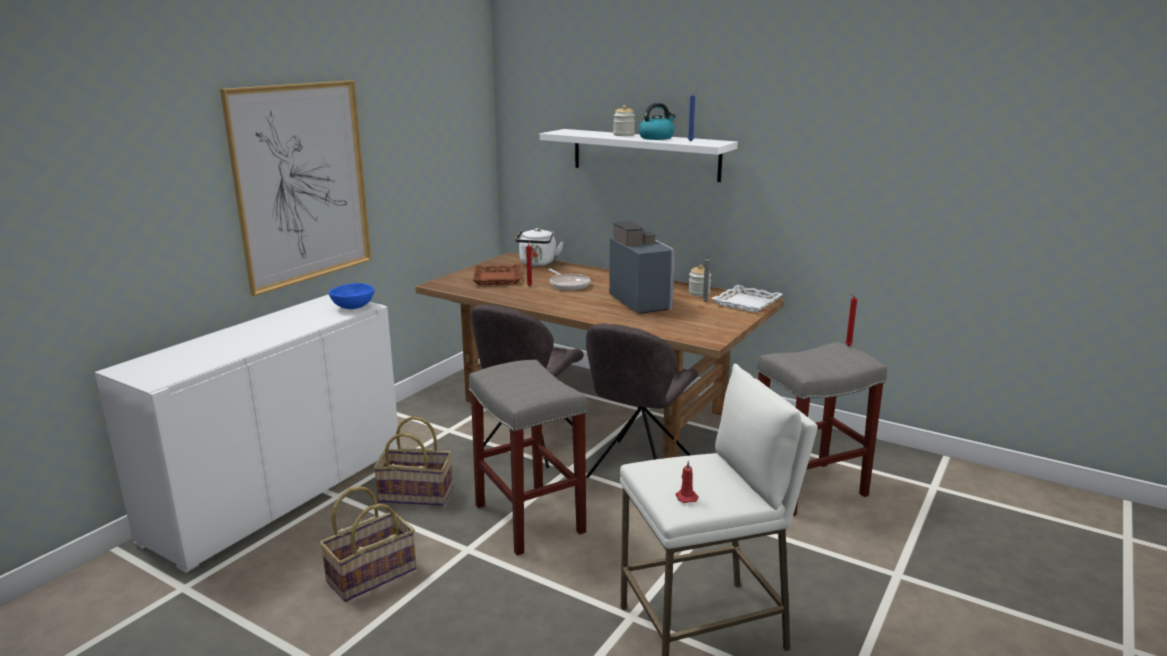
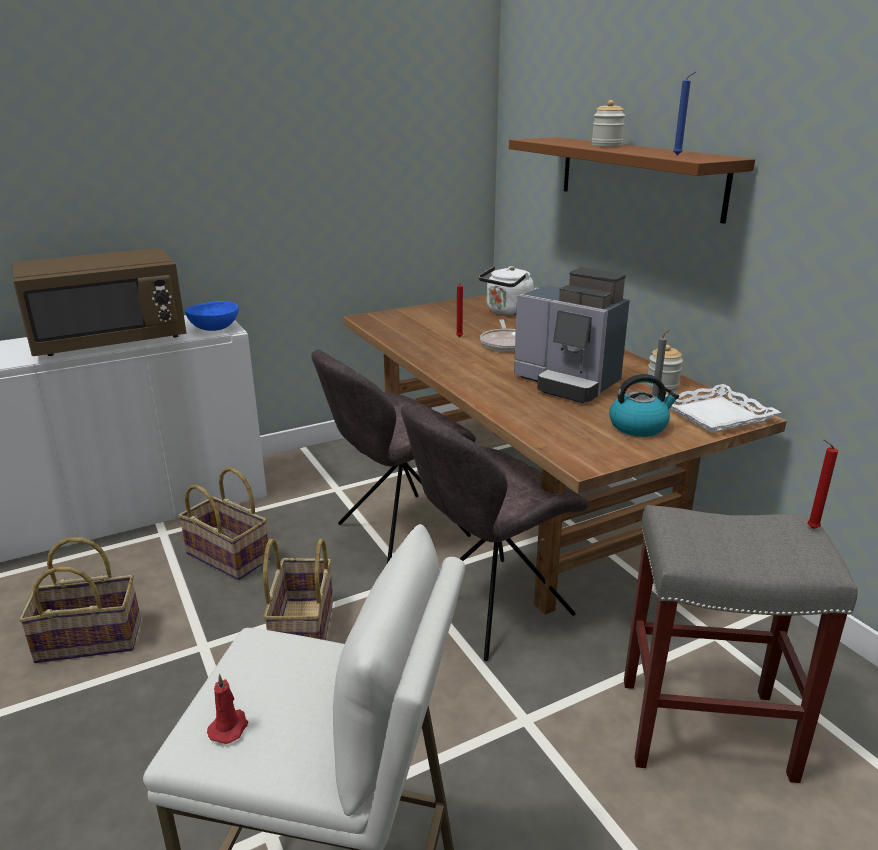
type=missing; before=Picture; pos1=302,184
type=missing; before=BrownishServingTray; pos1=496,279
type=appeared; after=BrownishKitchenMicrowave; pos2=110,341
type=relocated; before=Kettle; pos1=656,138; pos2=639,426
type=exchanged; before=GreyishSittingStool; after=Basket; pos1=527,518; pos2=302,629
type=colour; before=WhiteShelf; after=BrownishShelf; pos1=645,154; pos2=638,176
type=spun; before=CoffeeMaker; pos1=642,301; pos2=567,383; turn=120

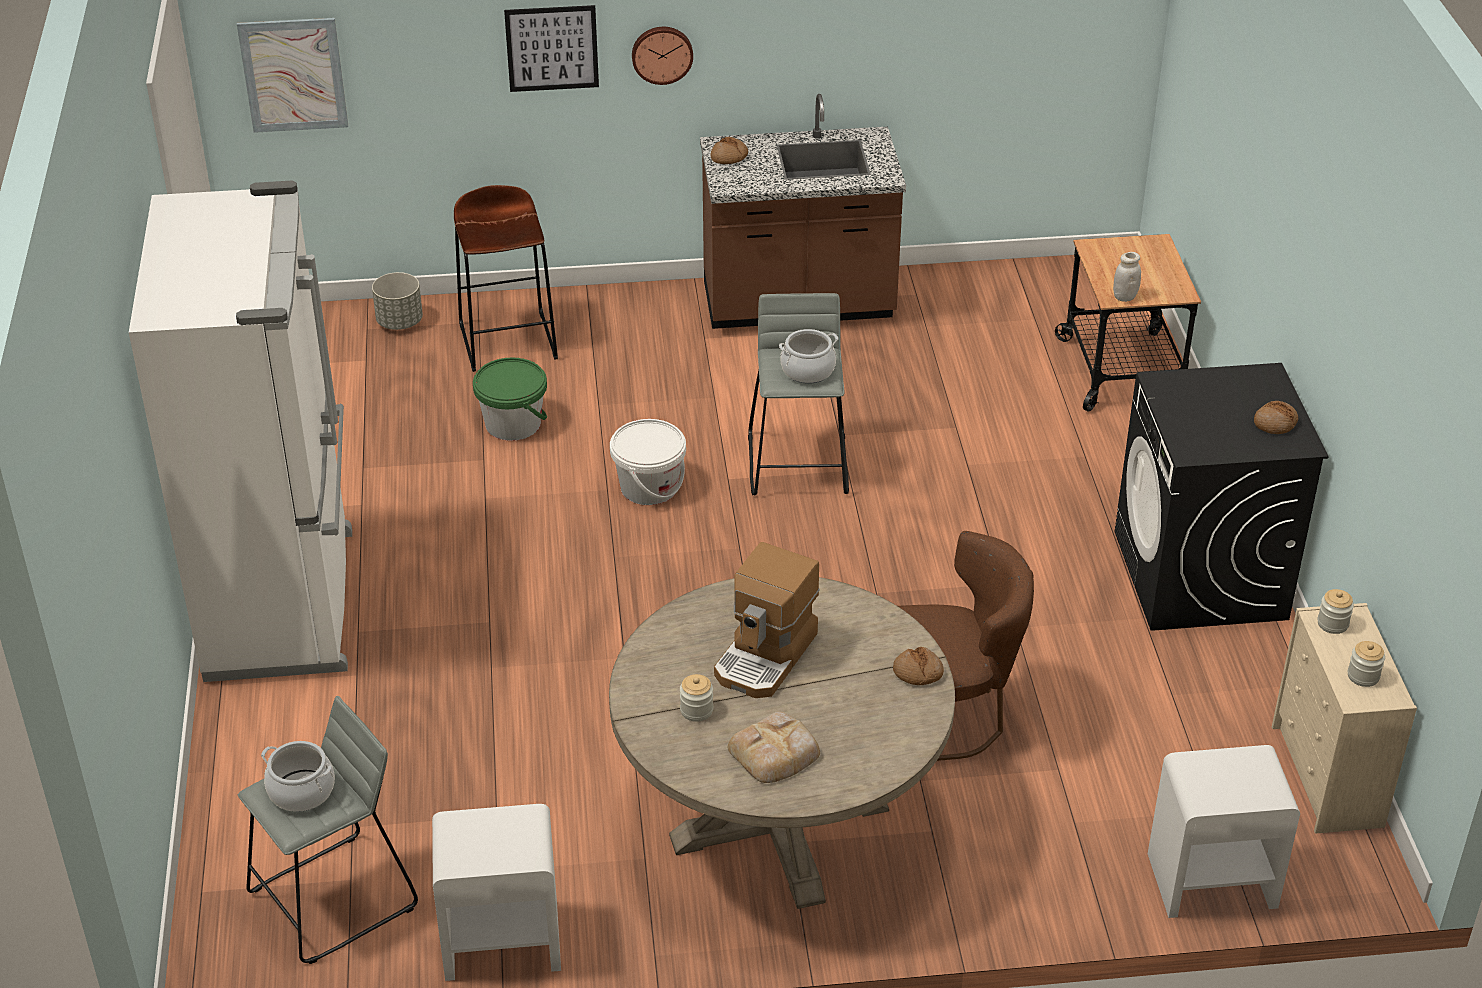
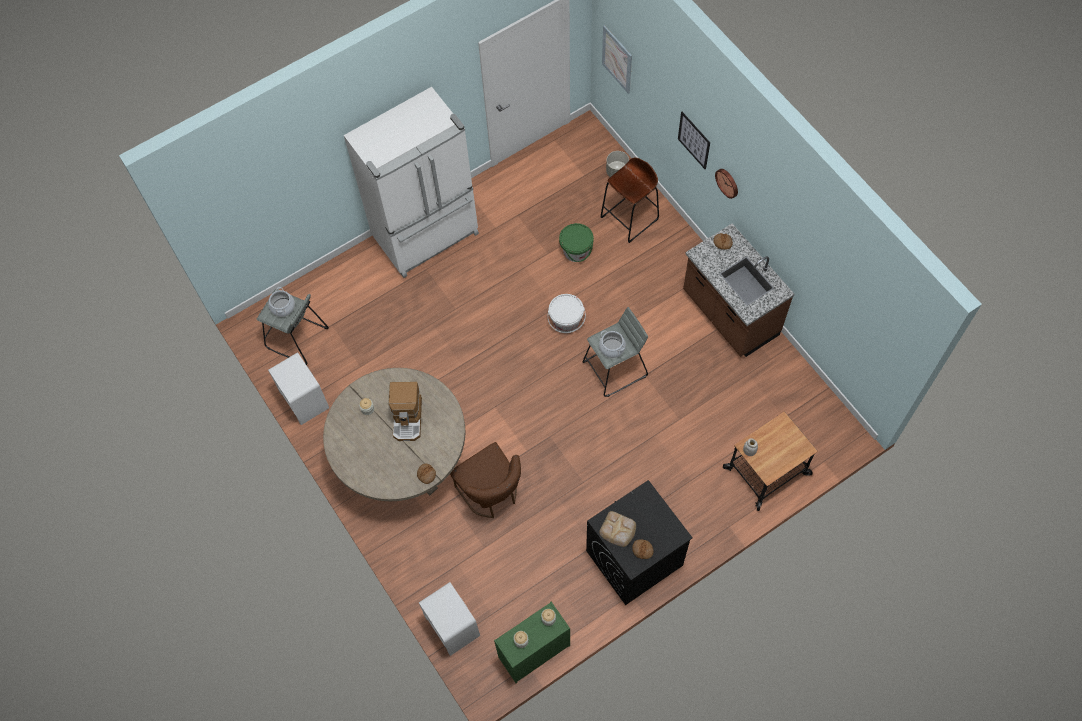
type=relocated; before=BakedBread; pos1=776,752; pos2=618,530
type=colour; before=BeigeChestOfDrawers; after=GreenishChestOfDrawers; pos1=1327,777; pos2=533,652
type=spun; before=CoffeeMaker; pos1=766,656; pos2=408,418; turn=-90

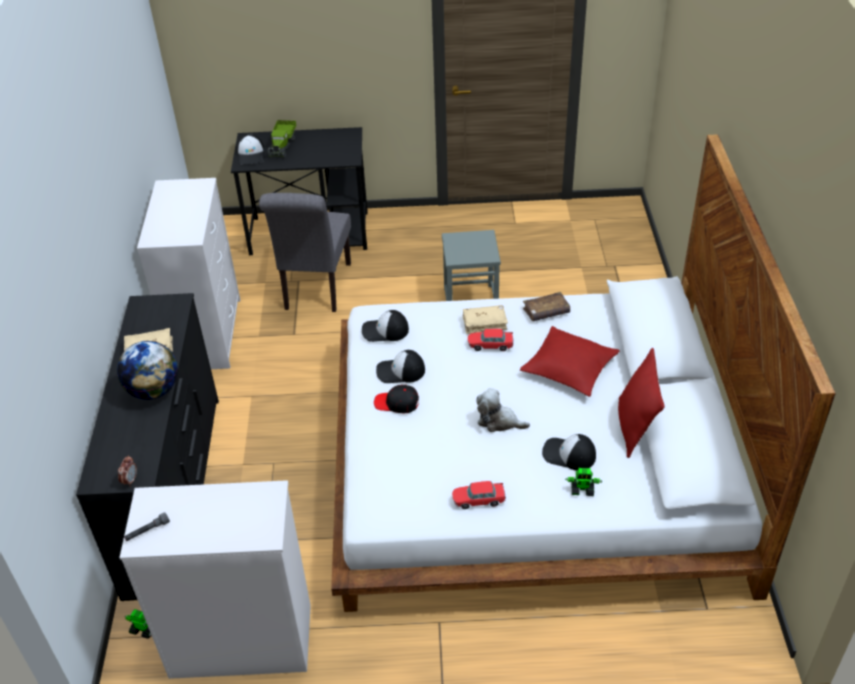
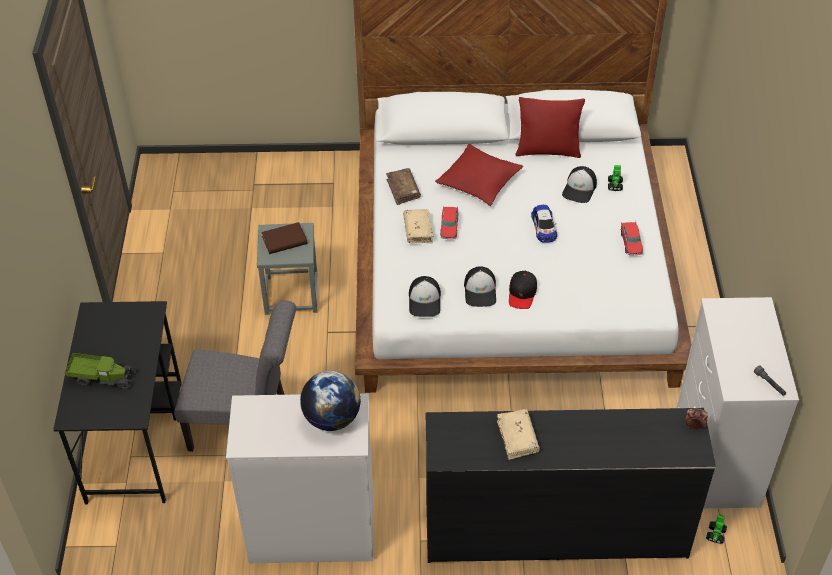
type=missing; before=BaseballCap; pos1=251,155
type=appeared; after=BrownishBoundBook; pos2=284,240
type=relocated; before=WorldGlobe; pos1=153,391; pos2=332,418
type=exchanged; before=PlushToy; after=ToyCar; pos1=499,421; pos2=544,227

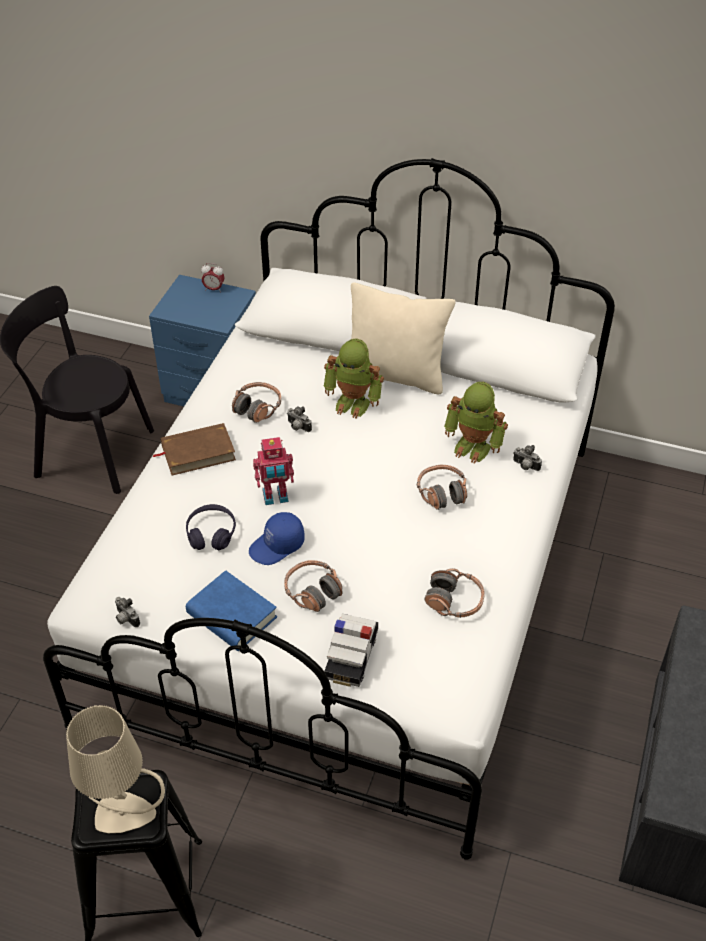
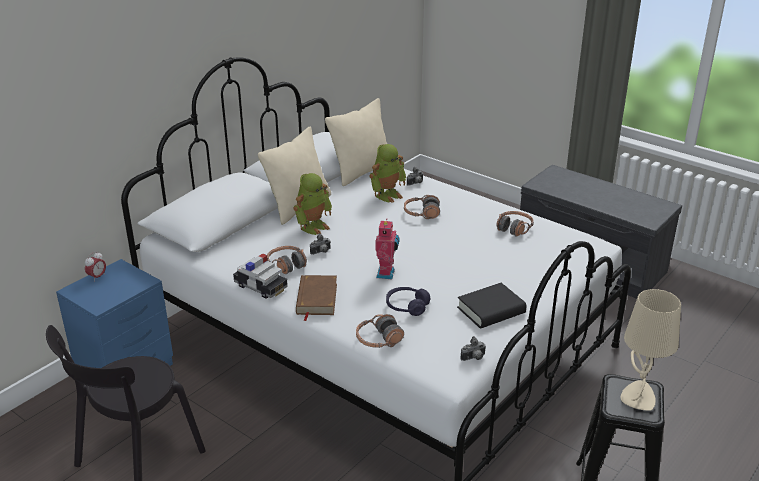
type=missing; before=BlueBaseballCap; pos1=277,546
type=appeared; after=BeigePillow; pos2=362,172
type=relocated; before=Headset; pos1=313,591; pos2=378,340
type=relocated; before=ToyCar; pos1=351,656; pos2=261,286
type=colour; before=BlueBoundBook; after=BlackBoundBook; pos1=232,616; pos2=491,310

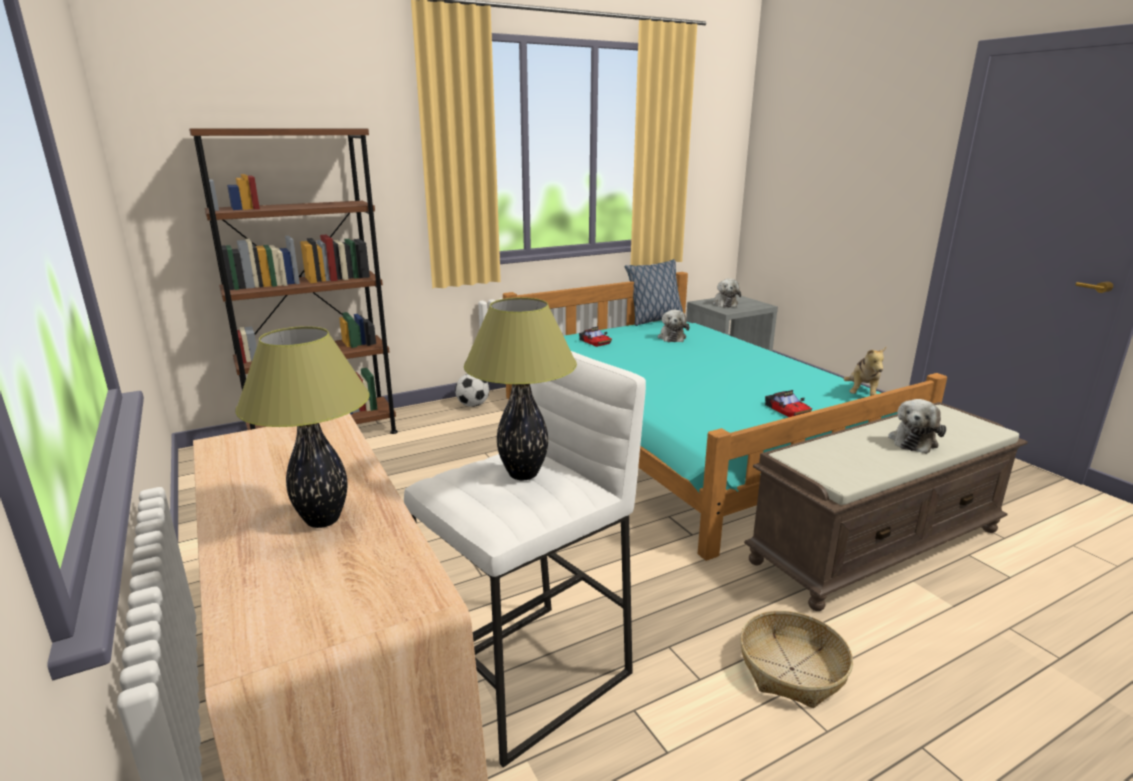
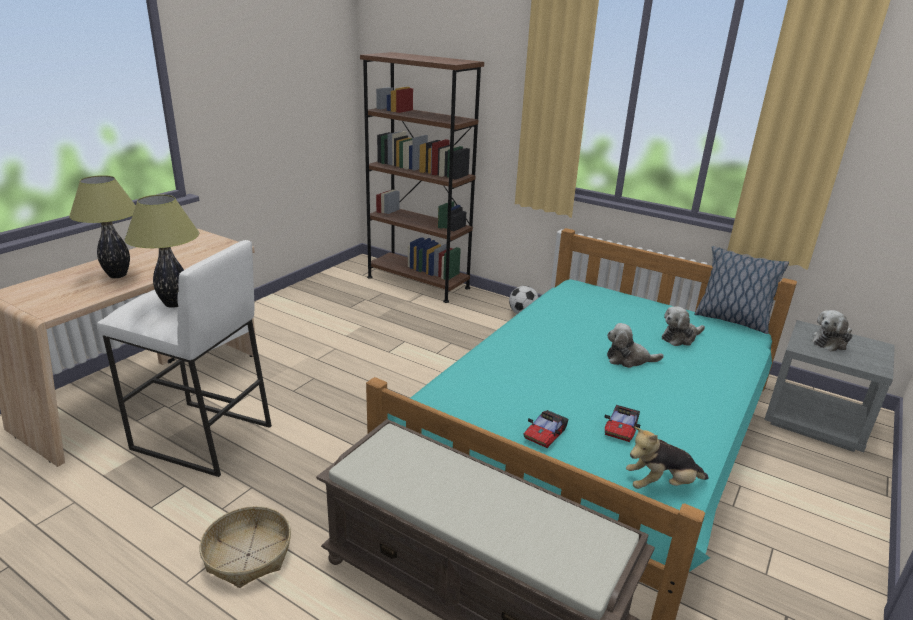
type=relocated; before=ToyCar; pos1=595,342; pos2=621,428
type=relocated; before=PlushToy; pos1=913,440; pos2=628,359

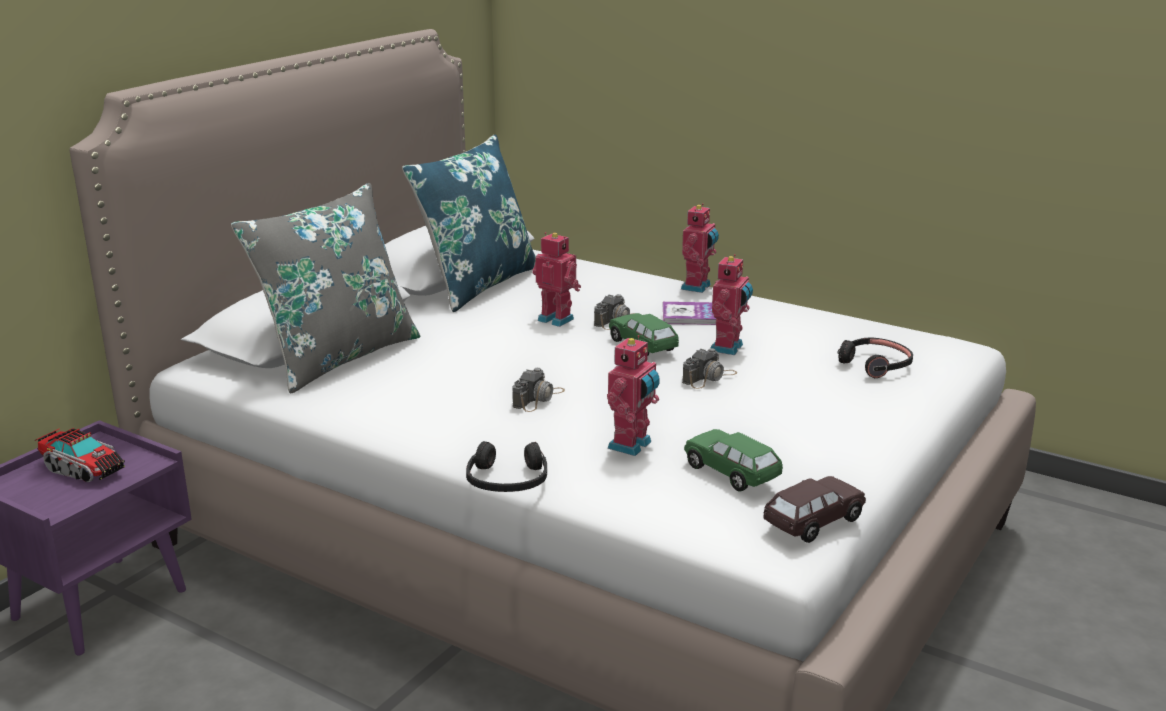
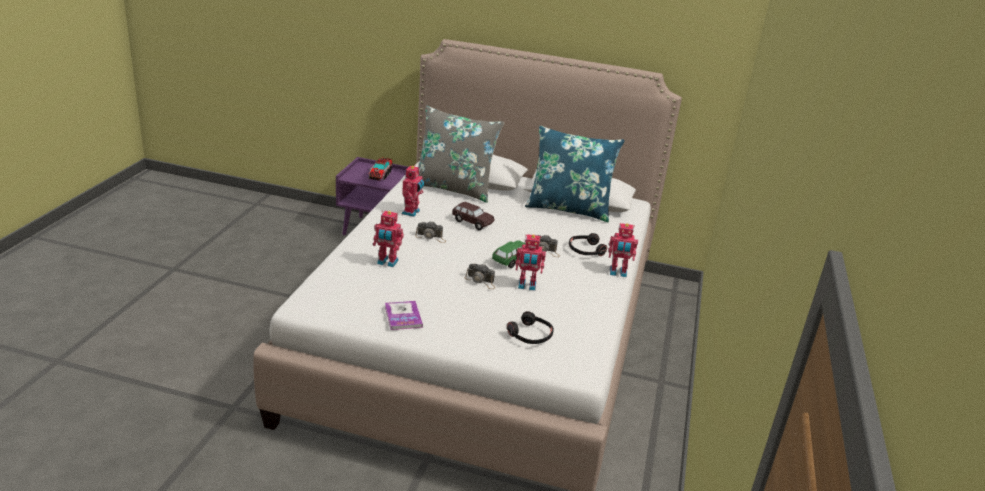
type=missing; before=GreenishToyCar; pos1=731,473
type=relocated; before=BlackHeadset; pos1=507,480; pos2=586,250
type=relocated; before=ToyRobot; pos1=557,319; pos2=412,212
type=relocated; before=BoundBook; pos1=693,316; pos2=403,316
type=relocated; before=BrownishToyCar; pos1=813,522; pos2=472,222

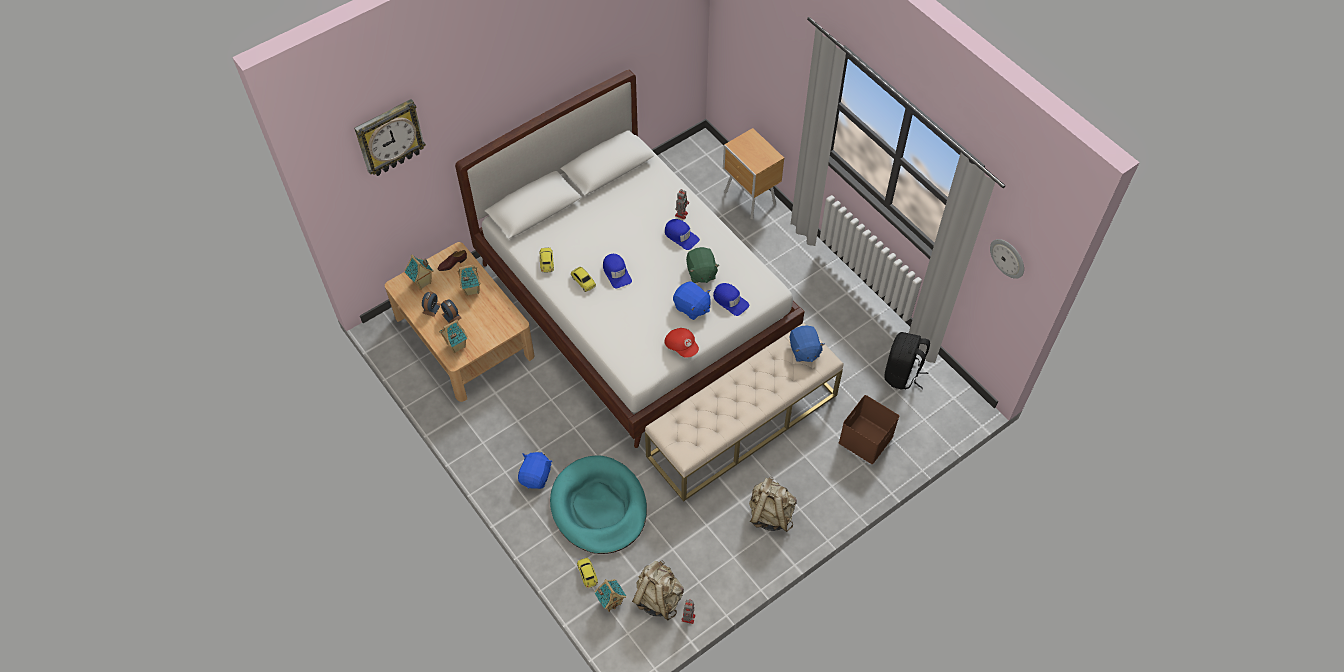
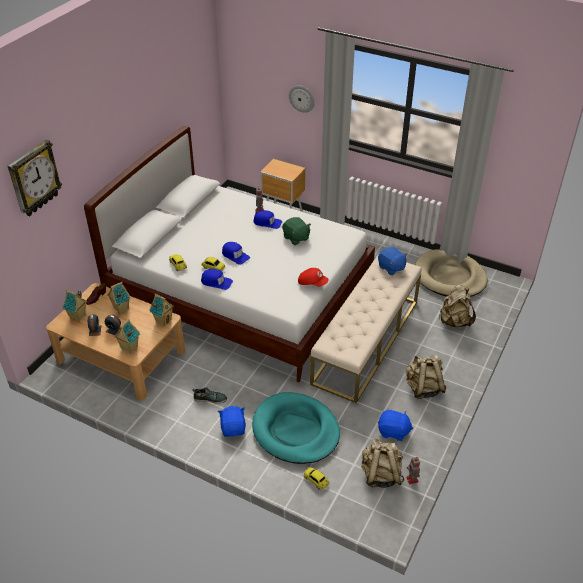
type=appeared; after=LowShoe; pos2=210,398
type=relocated; before=ToyHouse; pos1=611,601; pos2=163,320
type=relocated; before=BluePlushToy; pos1=691,307; pos2=393,431
type=relocated; before=BlueBaseballCap; pos1=730,301; pos2=216,282
type=relocated; before=HangingClock; pos1=1008,258; pos2=302,98
type=exchanged; before=BrownishStorageBox; after=BeigeBackpack; pos1=866,440; pos2=454,321
type=exchanged; before=BlackBackpack; after=BeigePetBed; pos1=902,374; pos2=449,277

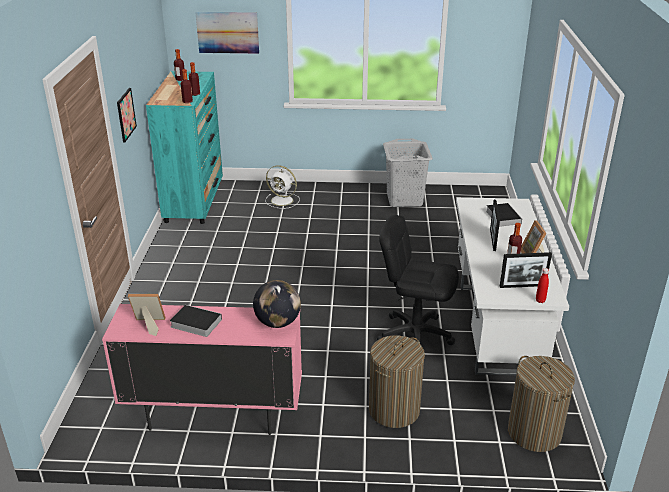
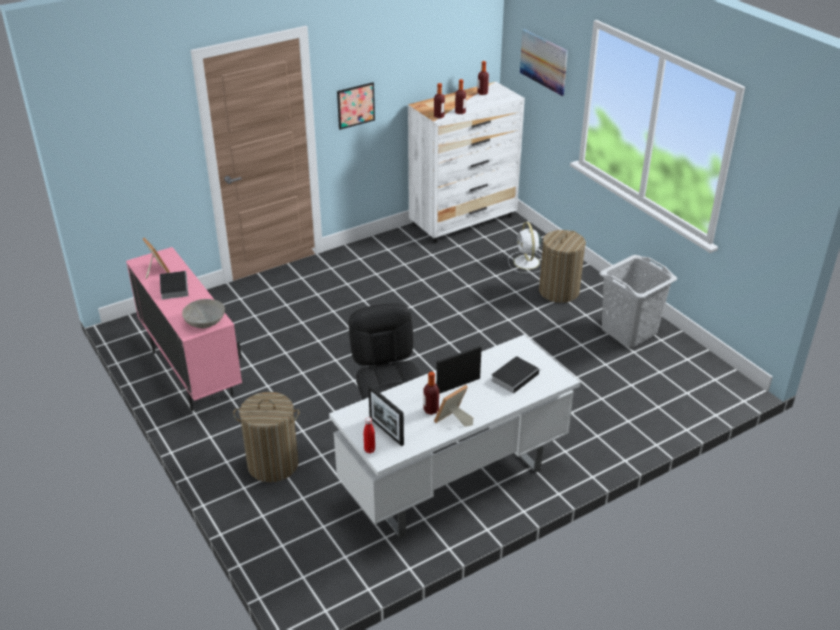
type=relocated; before=Hamper; pos1=534,432; pos2=559,291
type=exchanged; before=WorldGlobe; after=GreyishBowl; pos1=277,323; pos2=205,322
type=colour; before=TurquoiseColouredChestOfDrawers; after=WhiteChestOfDrawers; pos1=194,201; pos2=463,220

